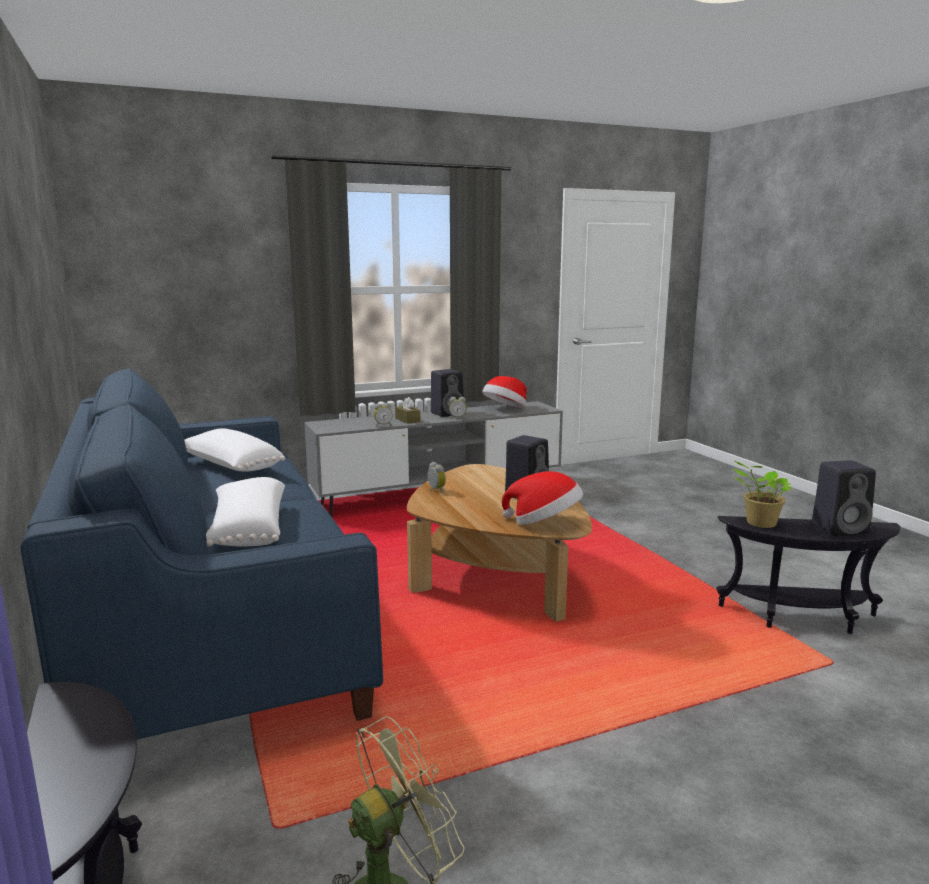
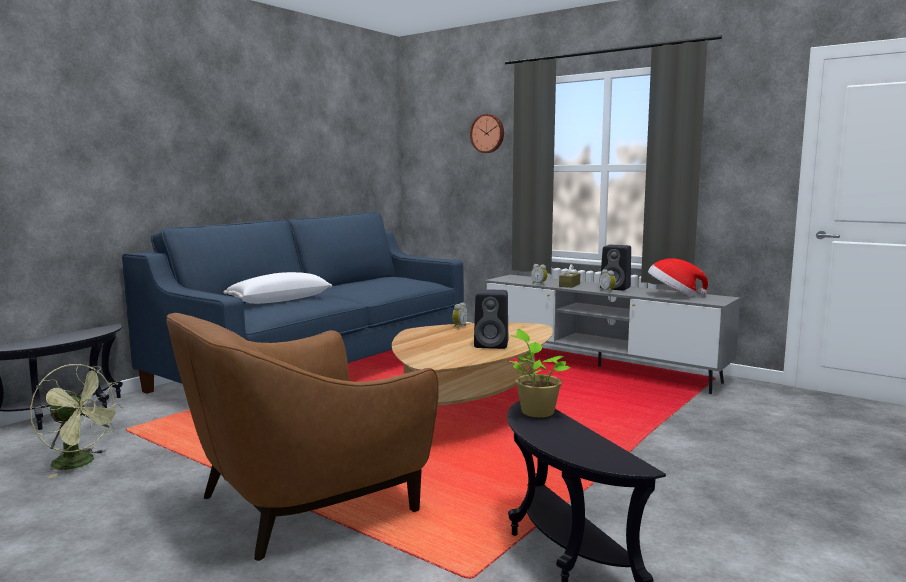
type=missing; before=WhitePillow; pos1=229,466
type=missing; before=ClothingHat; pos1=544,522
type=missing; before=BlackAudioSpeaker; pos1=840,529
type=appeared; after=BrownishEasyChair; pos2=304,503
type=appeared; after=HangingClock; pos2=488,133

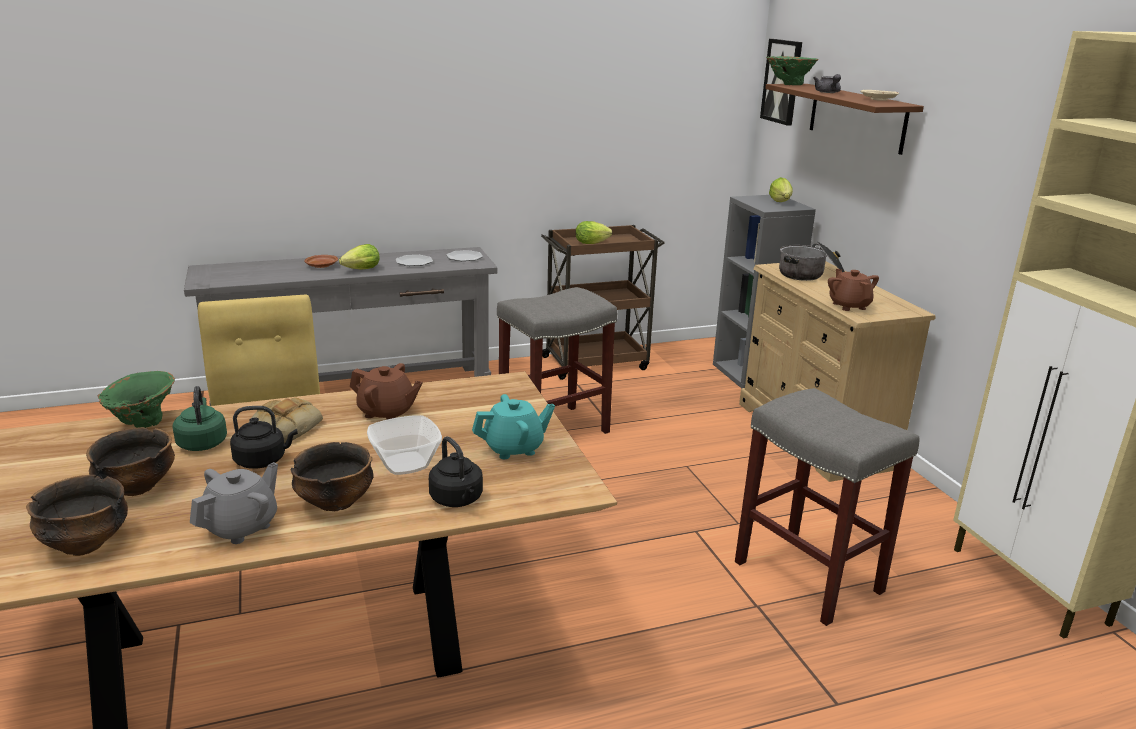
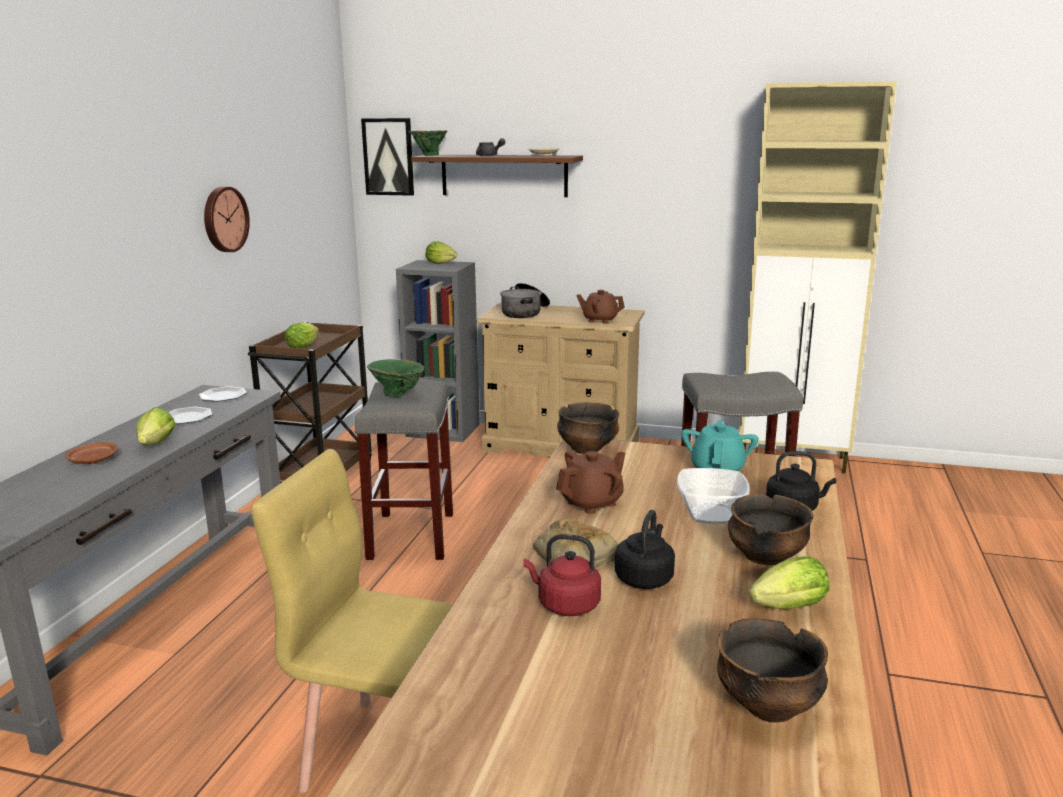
type=appeared; after=HangingClock; pos2=224,219
type=relocated; before=Bowl; pos1=136,488; pos2=587,449
type=relocated; before=GreenishFlowerVase; pos1=142,425; pos2=397,395
type=exchanged; before=GreyishTeapot; after=Lettuce; pos1=241,527; pos2=785,609
type=colour; before=GreenishKettle; after=ReddishKettle; pos1=202,442; pos2=565,605

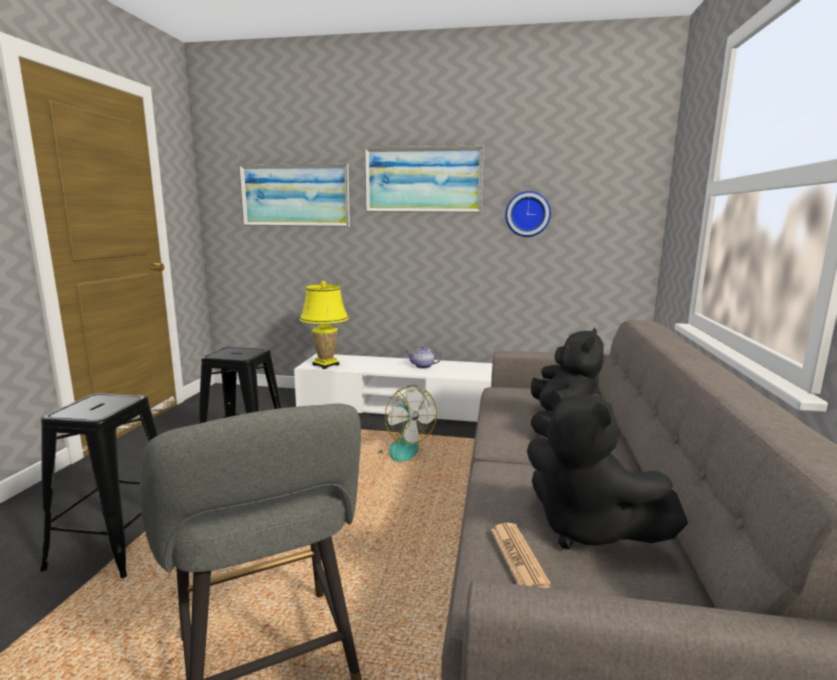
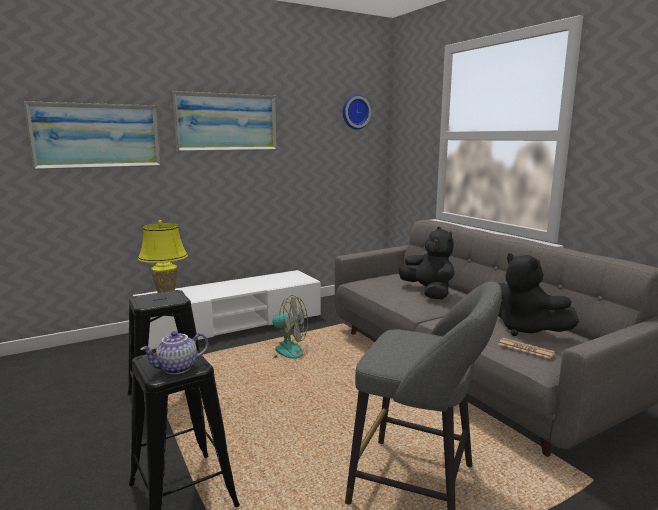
type=relocated; before=Teapot; pos1=423,366; pos2=177,368
type=relocated; before=HangingClock; pos1=527,214; pos2=355,112
type=spun; before=BlackPlushToy; pos1=586,529; pos2=526,330; turn=45

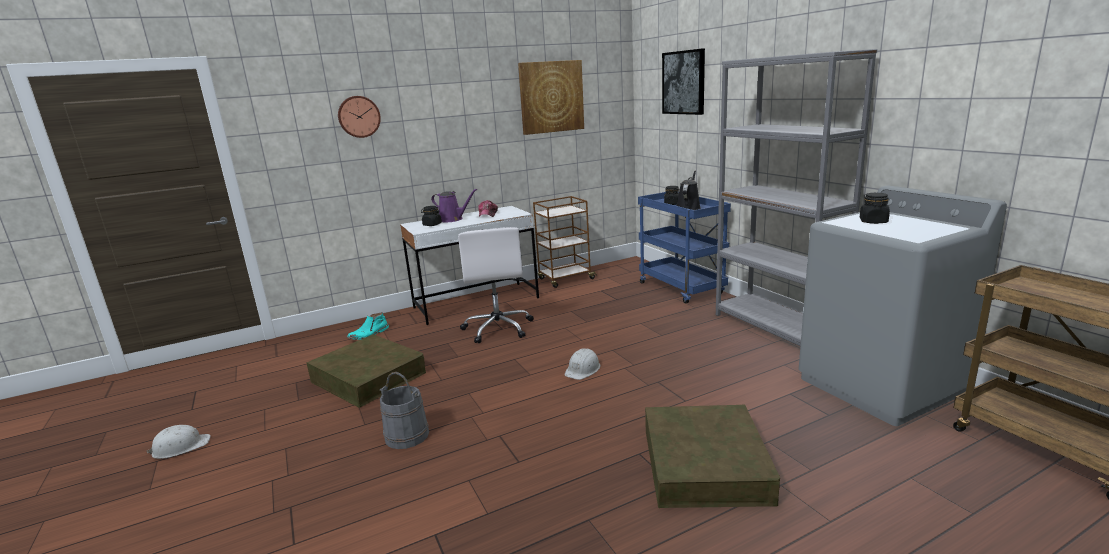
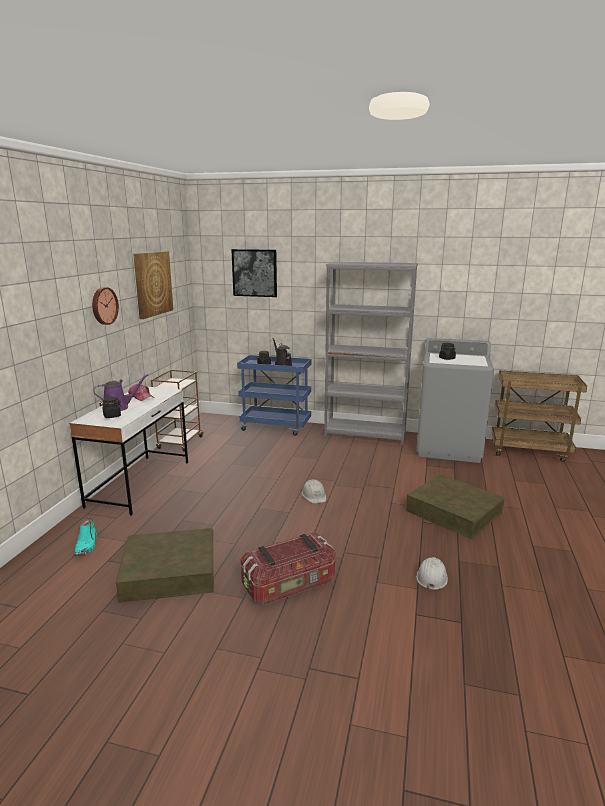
type=missing; before=WhiteOfficeChair; pos1=498,328
type=relocated; before=WhiteSafetyHelmet; pos1=180,447; pos2=431,577
type=relocated; before=HangingClock; pos1=359,116; pos2=103,306
type=exchanged; before=GreyishPail; after=StorageBox; pos1=407,435; pos2=290,585

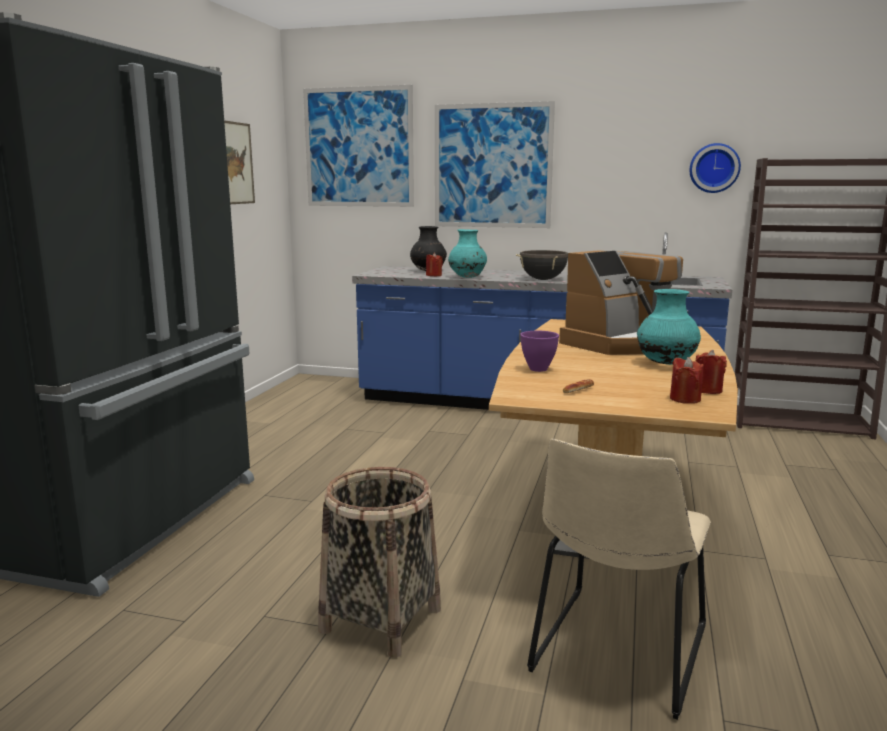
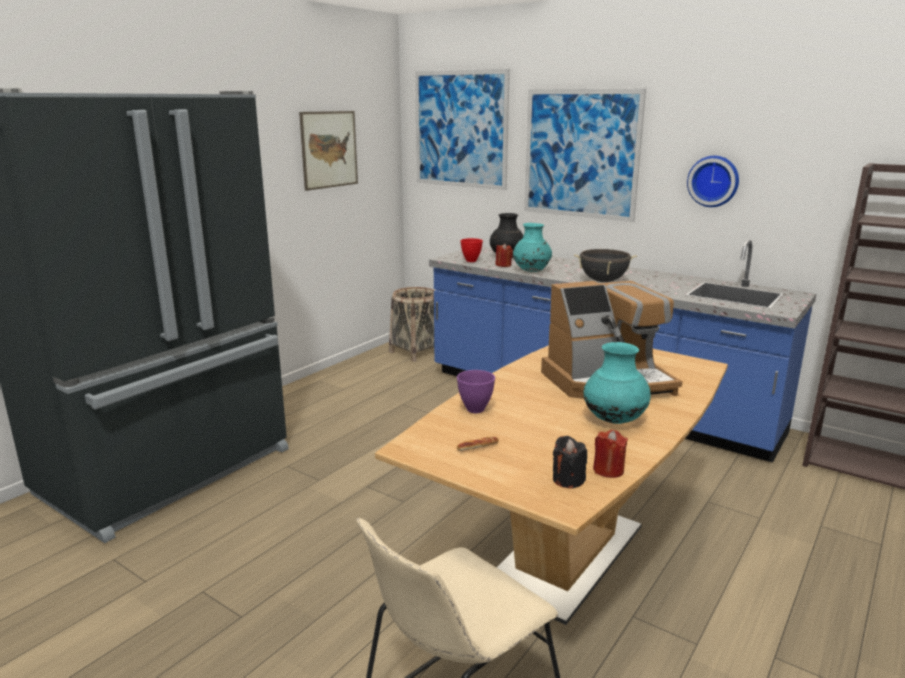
type=appeared; after=ReddishBowl; pos2=471,261
type=relocated; before=Basket; pos1=381,619; pos2=416,352
type=relocated; before=HangingClock; pos1=714,168; pos2=713,181
type=colour; before=ReddishWaxLight; after=BlackWaxLight; pos1=685,399; pos2=568,480

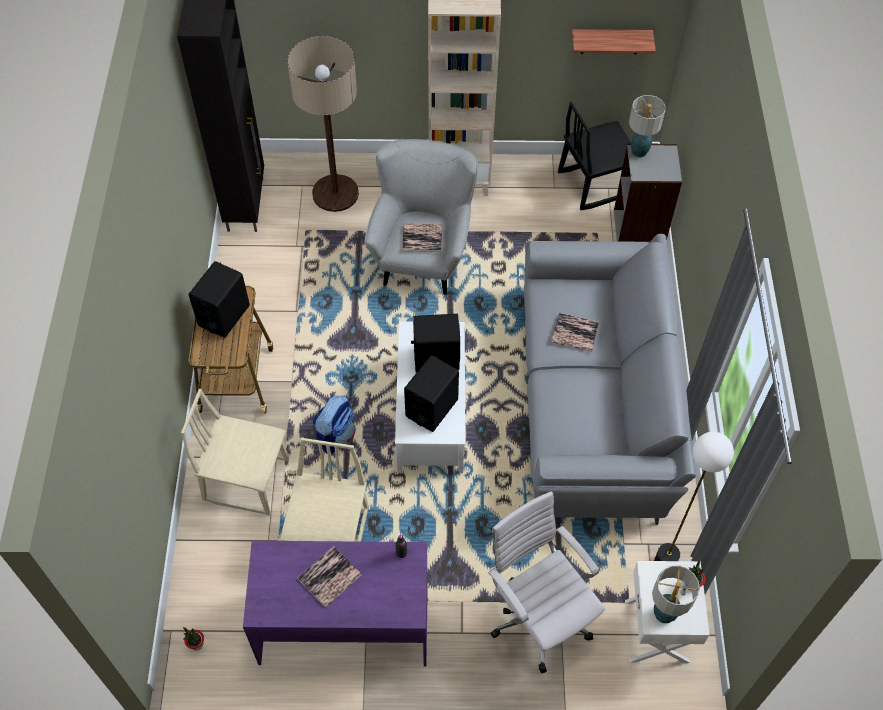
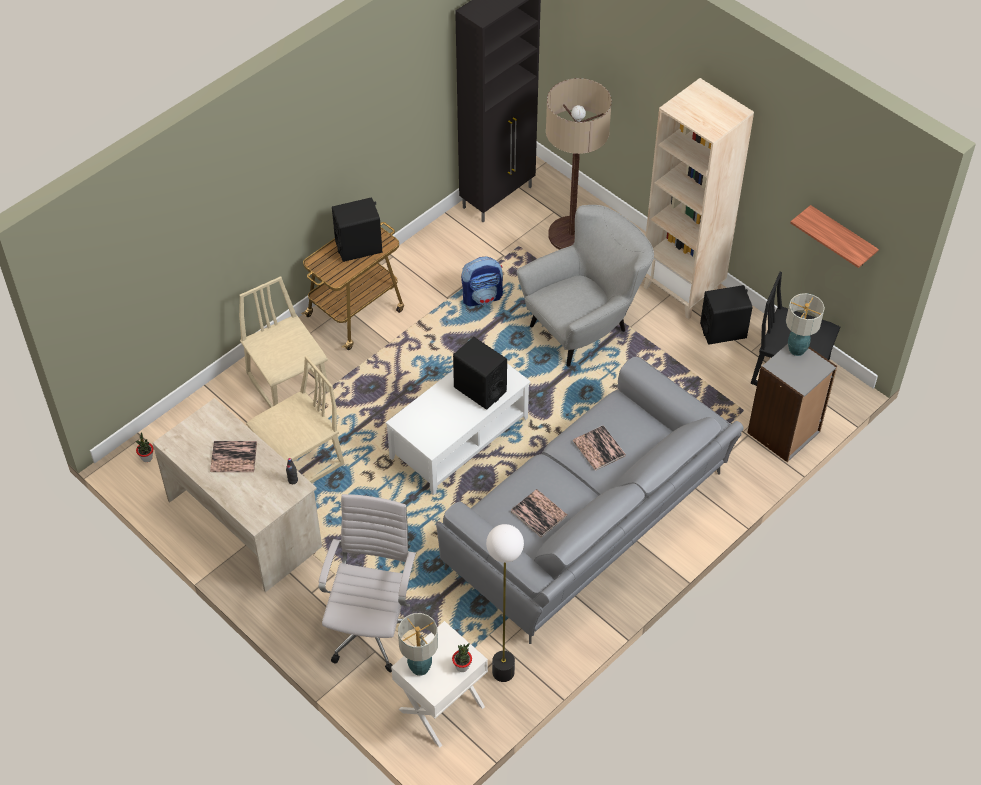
type=relocated; before=Backpack; pos1=336,435; pos2=482,297
type=relocated; before=BoundBook; pos1=422,238; pos2=539,513
type=relocated; before=BlackAudioSpeaker; pos1=432,408; pos2=723,331
type=colour; before=PurplishDeskTable; after=BeigeDeskTable; pos1=344,624; pos2=245,522

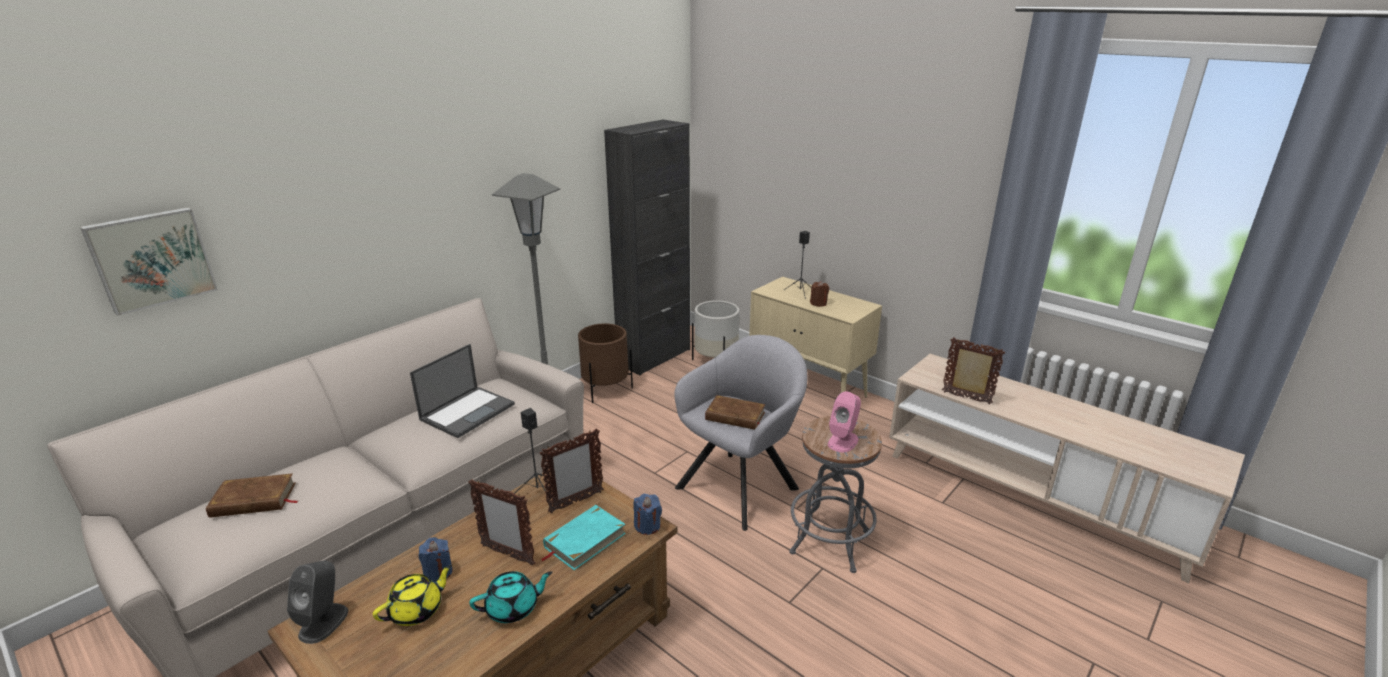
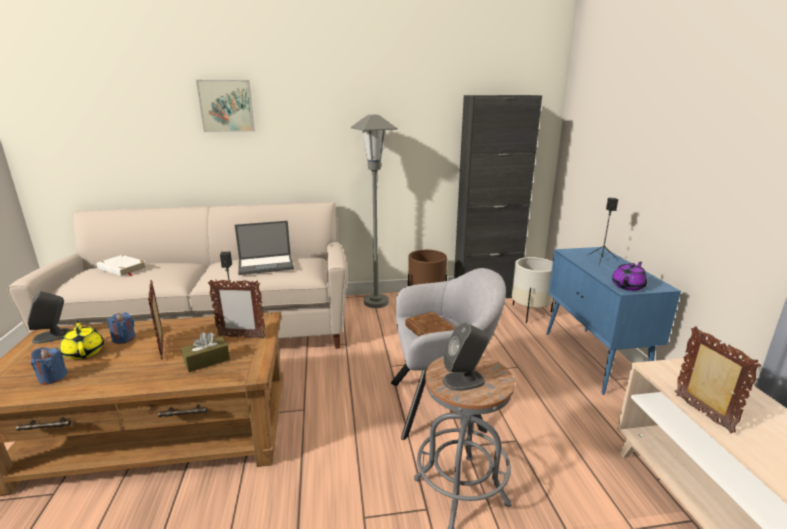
type=missing; before=TurquoiseColouredTeapot; pos1=513,608
type=missing; before=BrownishWaxLight; pos1=818,303
type=appeared; after=PurplishTeapot; pos2=628,286
type=relocated; before=Picture; pos1=151,259; pos2=226,106
type=relocated; before=BlueWaxLight; pos1=647,526; pos2=52,377
type=exchanged; before=TurquoiseColouredBoundBook; after=BrownishTissueHolder; pos1=584,540; pos2=207,361
type=colour; before=BrownishBoundBook; after=WhiteBoundBook; pos1=254,500; pos2=122,269
type=colour; before=BeigeCupboard; after=BlueCupboard; pos1=808,388; pos2=594,359
type=colour; before=PinkAudioSpeaker; after=GreyishAudioSpeaker; pos1=843,441; pos2=464,380
type=spun; before=YellowishTeapot; pos1=417,610; pos2=84,352; turn=-120

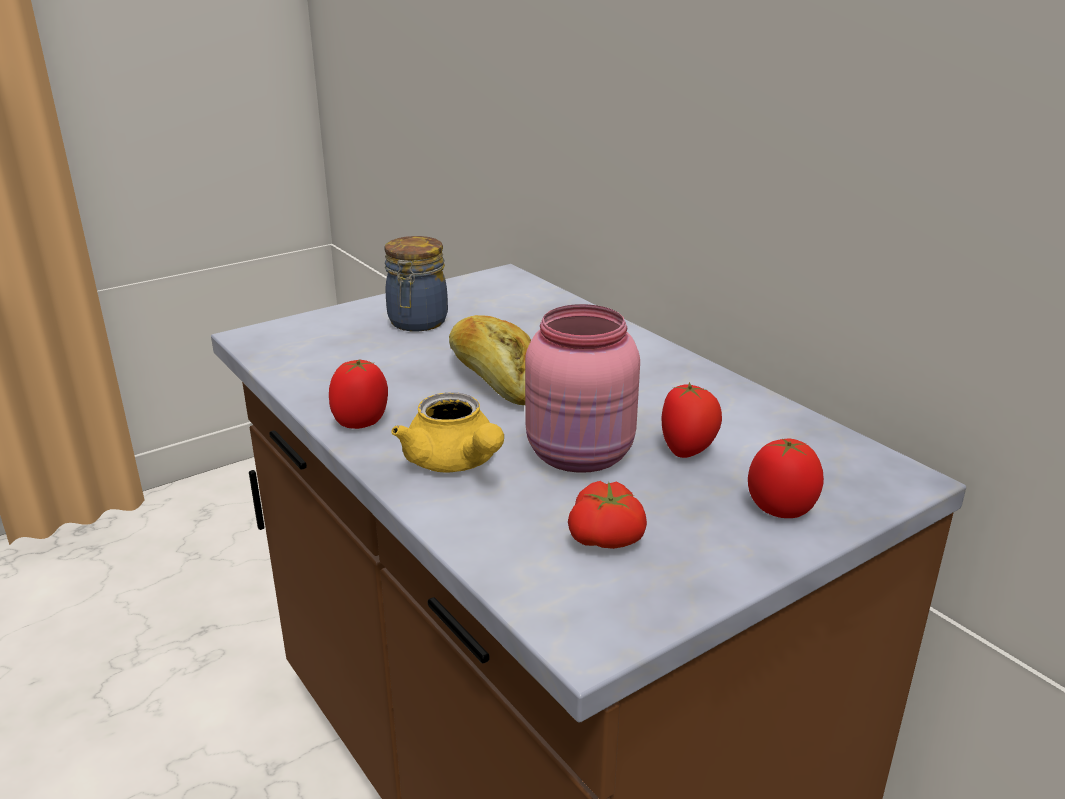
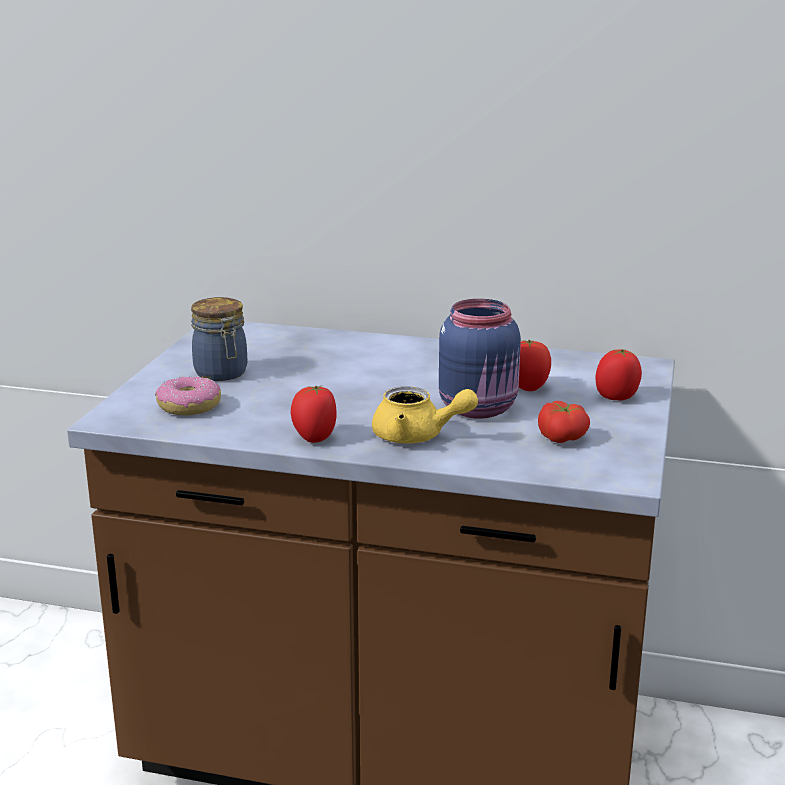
type=missing; before=BakedBread; pos1=495,378
type=appeared; after=Donut; pos2=189,406
type=colour; before=PinkJar; after=BlueJar; pos1=582,456; pos2=480,409

